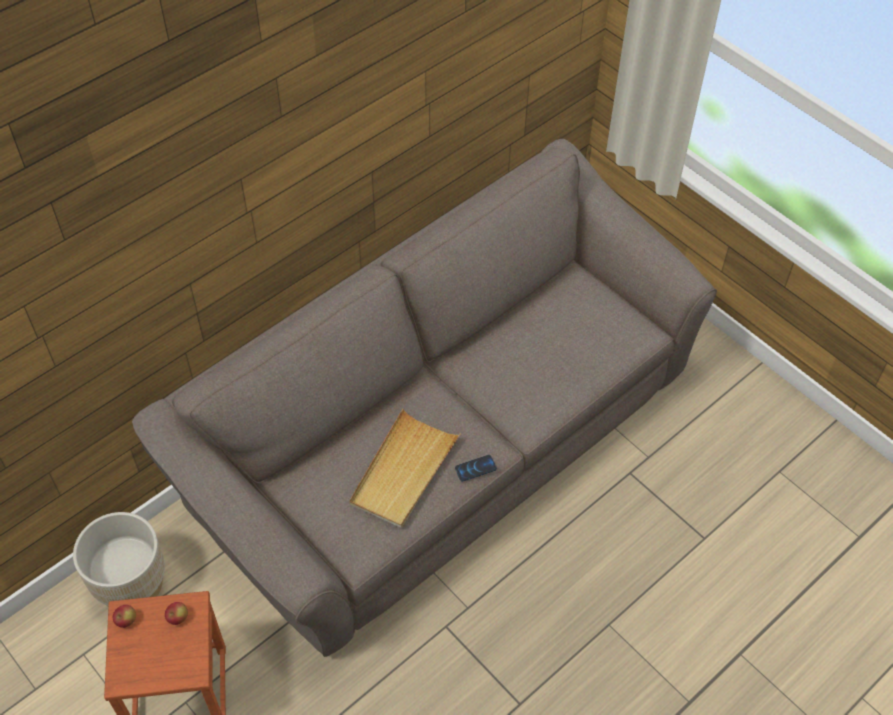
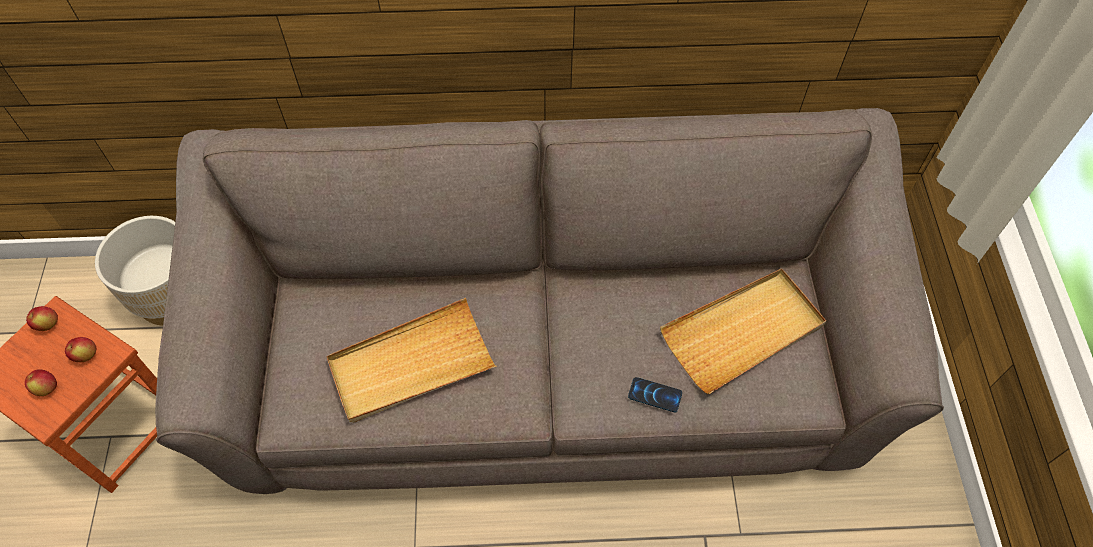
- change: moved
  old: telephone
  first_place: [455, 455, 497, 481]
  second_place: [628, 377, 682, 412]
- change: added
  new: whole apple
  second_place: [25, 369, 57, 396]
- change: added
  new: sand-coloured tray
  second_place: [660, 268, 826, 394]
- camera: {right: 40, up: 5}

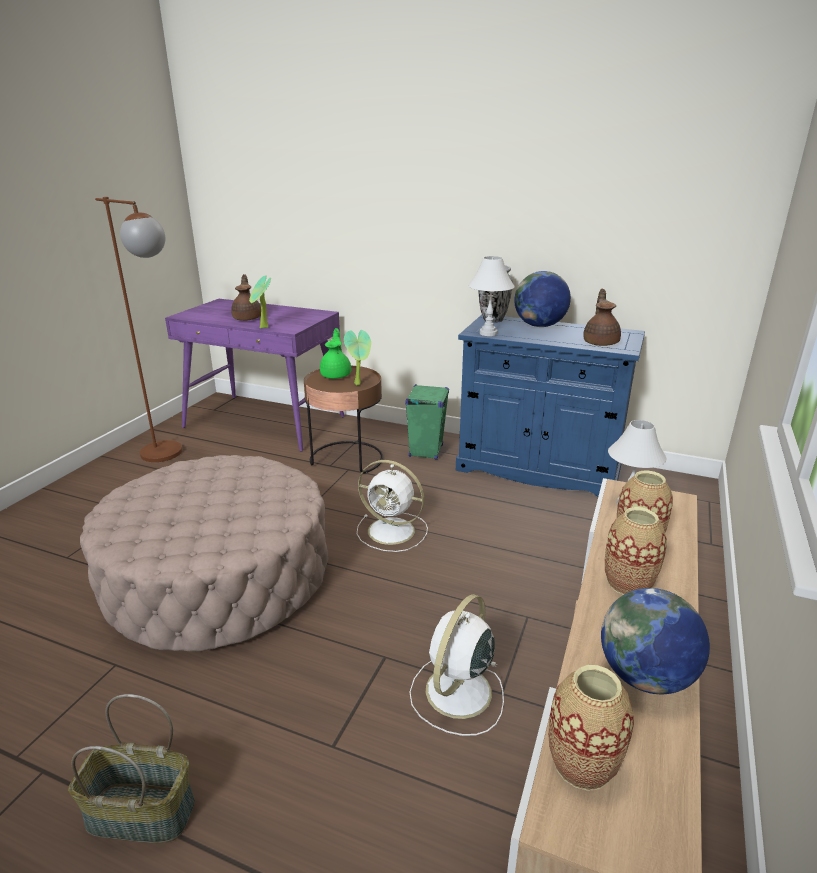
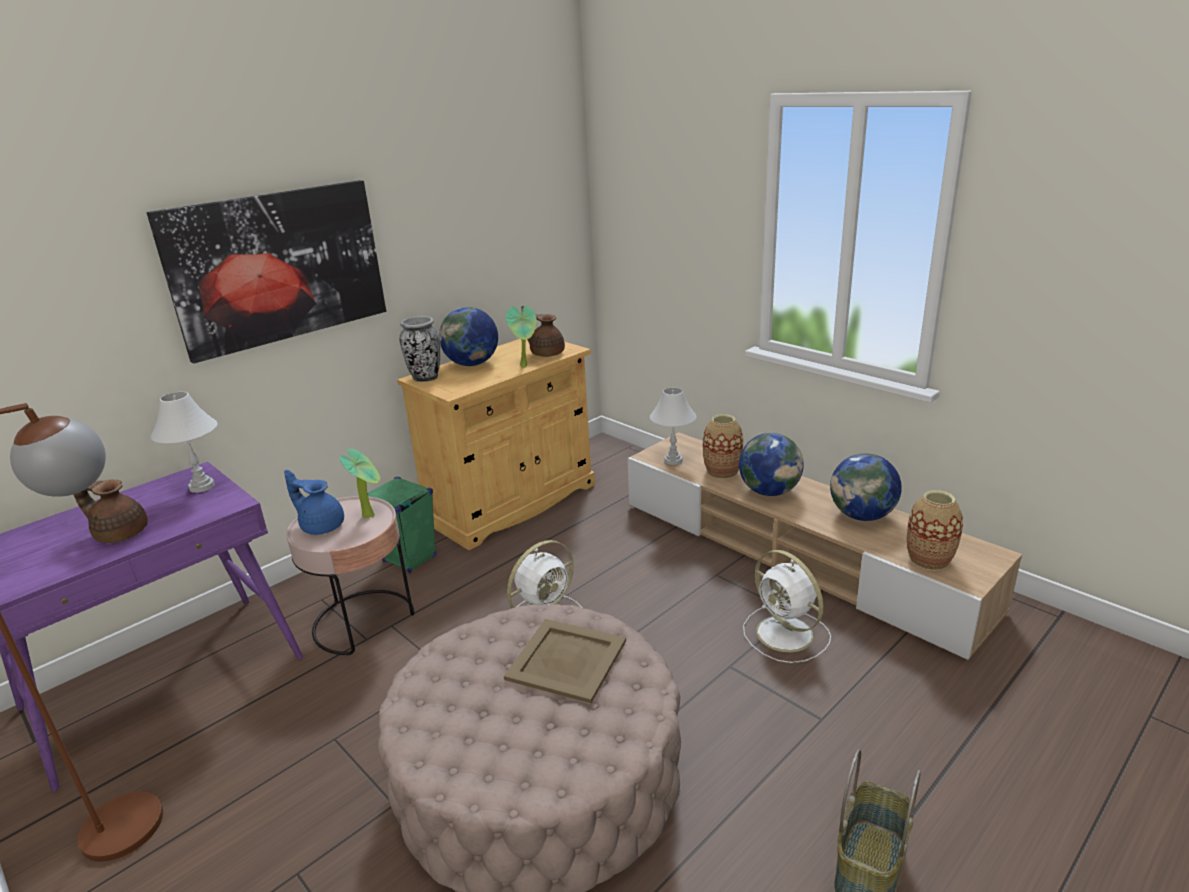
- change: moved
  old: plant in a pot
  first_place: [249, 275, 271, 329]
  second_place: [506, 305, 537, 368]
- change: recoloured
  old: brownish side table
  new: pinkish side table
  first_place: [304, 366, 383, 473]
  second_place: [286, 496, 415, 656]
- change: recoloured
  old: green pot for tea
  new: bluish pot for tea
  first_place: [320, 328, 351, 379]
  second_place: [284, 470, 344, 535]
- change: recoloured
  old: bluish cupboard
  new: sand-coloured cupboard
  first_place: [456, 315, 645, 497]
  second_place: [397, 339, 595, 550]
- change: moved
  old: white-coloured table lamp
  first_place: [468, 256, 515, 336]
  second_place: [151, 392, 218, 493]
- change: replaced
  old: vase
  new: desk globe
  first_place: [605, 507, 667, 595]
  second_place: [739, 433, 804, 496]
- change: added
  new: wall picture
  second_place: [147, 180, 386, 363]
- change: added
  new: sand-coloured tray
  second_place: [504, 619, 626, 703]
- camera: {right: -65, up: 0}

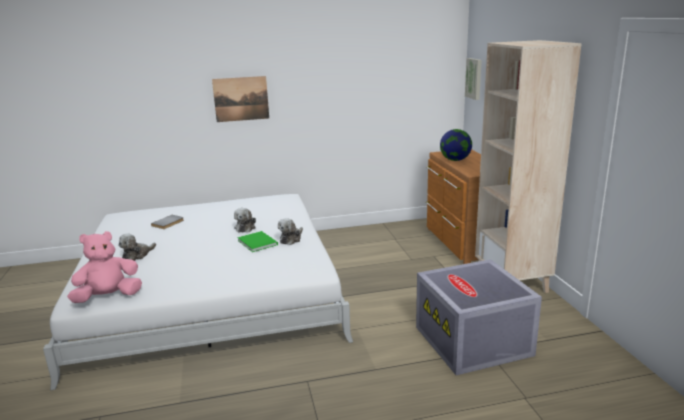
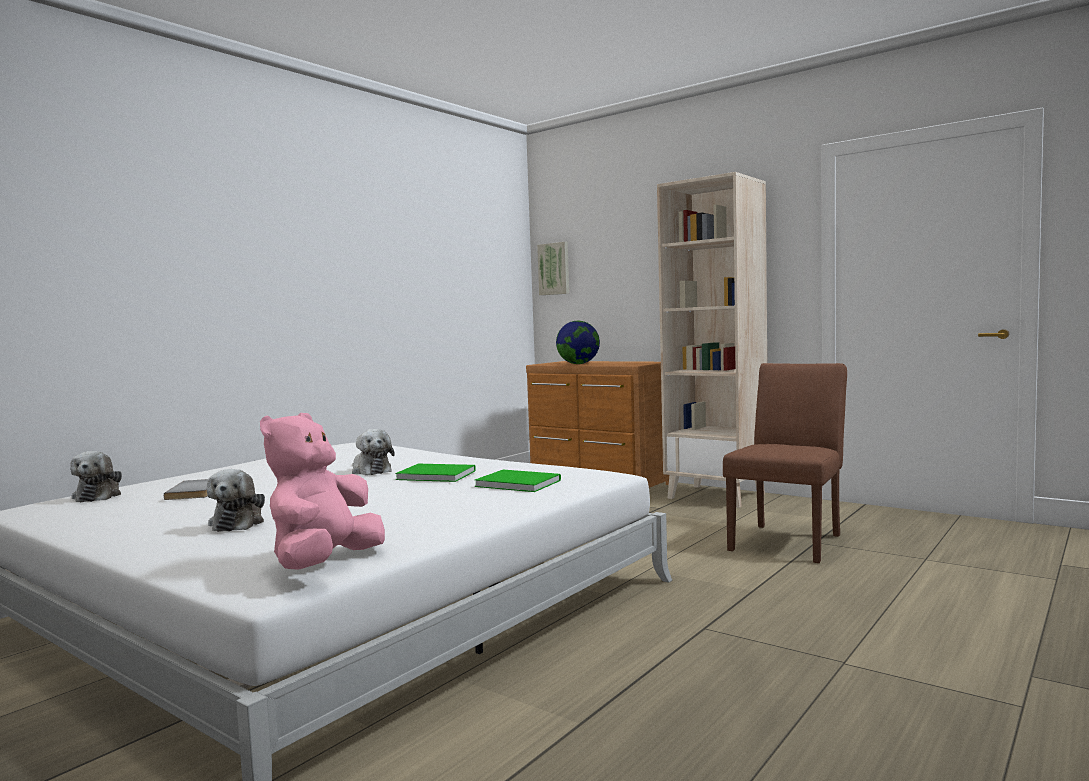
- change: removed
  old: wall picture
  first_place: [212, 76, 269, 122]
- change: moved
  old: cuddly toy
  first_place: [278, 218, 303, 245]
  second_place: [70, 451, 122, 502]
- change: replaced
  old: greyish storage container
  new: brownish plain chair
  first_place: [416, 259, 542, 375]
  second_place: [723, 363, 847, 563]
- change: added
  new: green book
  second_place: [475, 470, 561, 492]
- camera: {right: -40, up: -15}

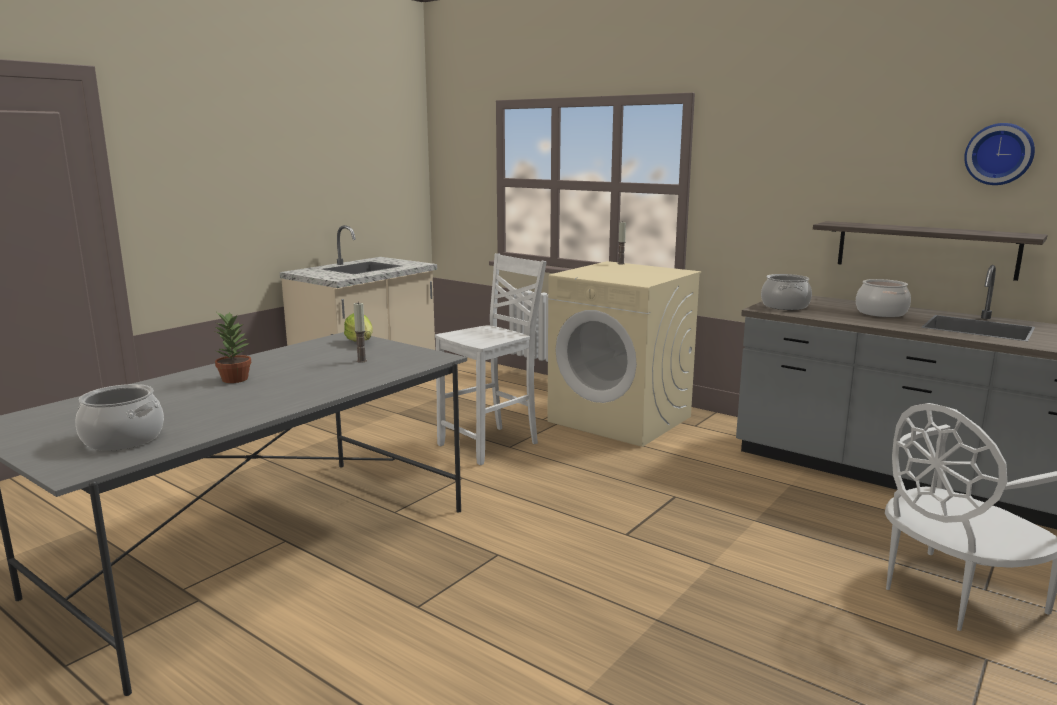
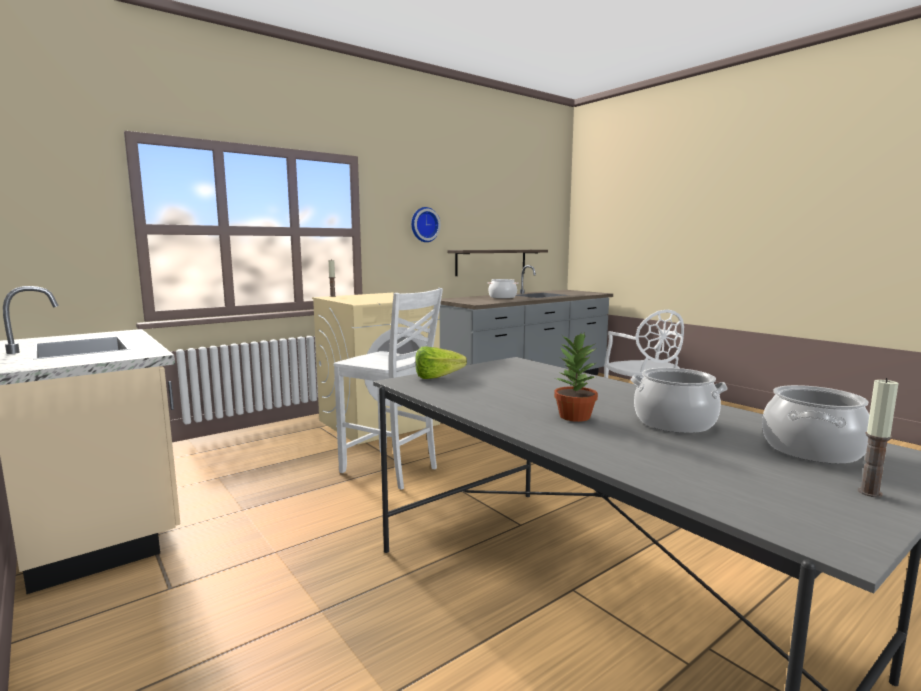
- change: moved
  old: wax candle
  first_place: [353, 302, 367, 363]
  second_place: [858, 378, 899, 498]
- change: turned
  old: white-coloured plain chair
  first_place: [435, 253, 547, 465]
  second_place: [333, 288, 443, 490]
  degrees: 150
- change: moved
  old: saucepot
  first_place: [761, 274, 812, 310]
  second_place: [631, 368, 728, 433]
- change: moved
  old: clock on the wall
  first_place: [964, 123, 1035, 185]
  second_place: [411, 207, 441, 242]
- camera: {right: -75, up: -5}

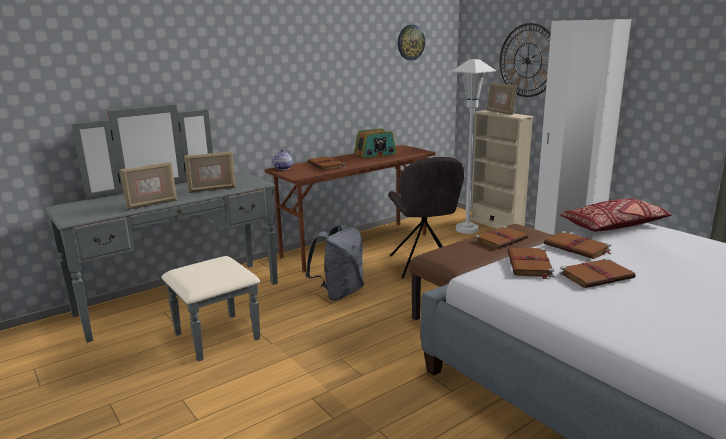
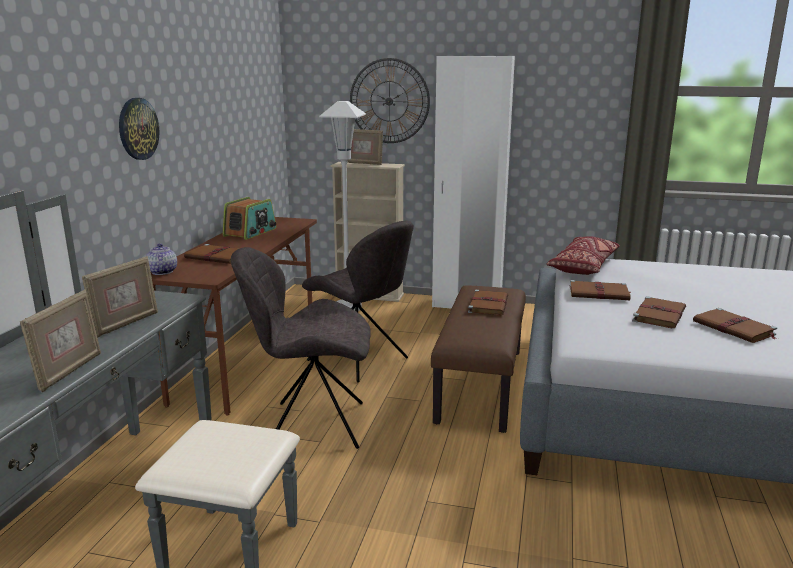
- change: replaced
  old: greyish knapsack
  new: greyish plain chair
  first_place: [305, 226, 364, 301]
  second_place: [231, 247, 371, 449]
- change: moved
  old: clock on the wall
  first_place: [398, 25, 425, 60]
  second_place: [119, 98, 160, 160]
- change: moved
  old: brownish book
  first_place: [508, 247, 554, 279]
  second_place: [693, 308, 778, 343]
- camera: {right: -40, up: 0}

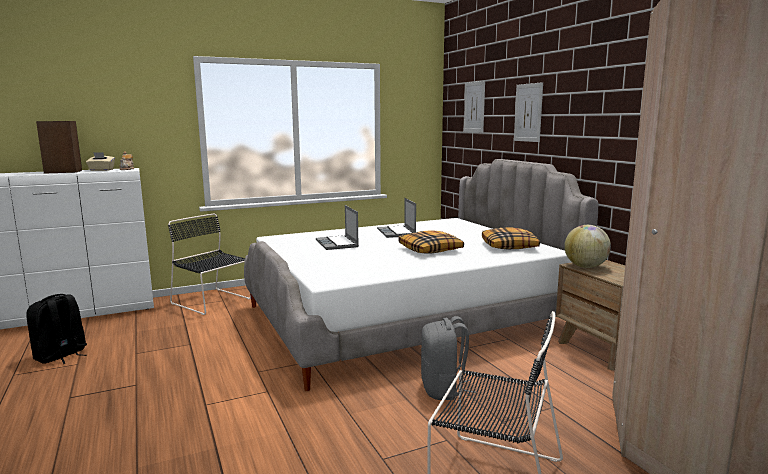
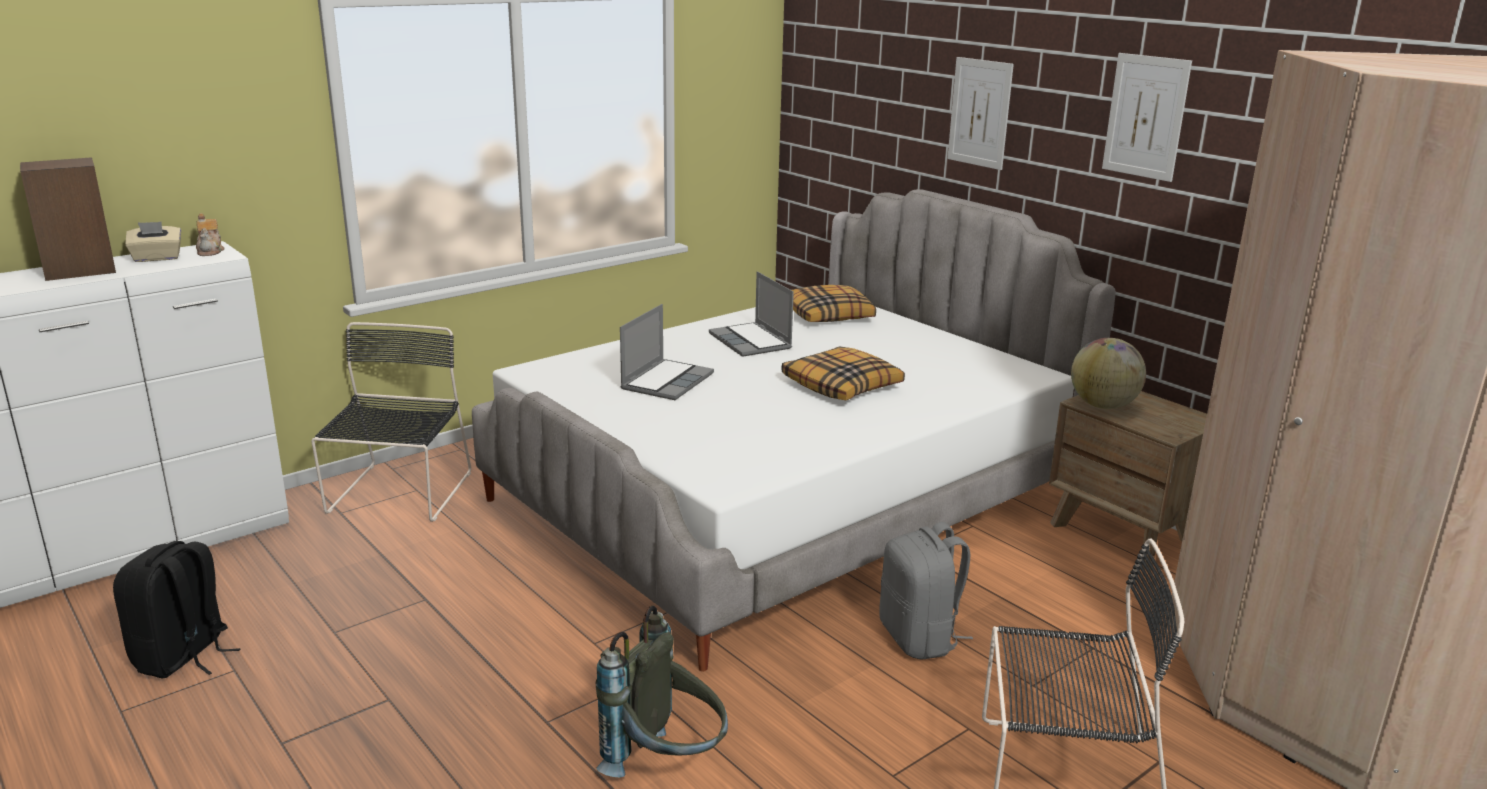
- change: turned
  old: black-coloured plain chair
  first_place: [168, 214, 251, 315]
  second_place: [311, 322, 471, 522]
  degrees: 75
- change: turned
  old: laptop
  first_place: [316, 205, 359, 250]
  second_place: [620, 304, 714, 400]
  degrees: -120
- change: moved
  old: wall picture
  first_place: [464, 81, 485, 133]
  second_place: [1102, 53, 1192, 182]
- change: moved
  old: pillow
  first_place: [482, 228, 540, 249]
  second_place: [792, 285, 876, 322]
- change: added
  new: greyish knapsack
  second_place: [596, 605, 728, 777]
- camera: {right: -15, up: 10}

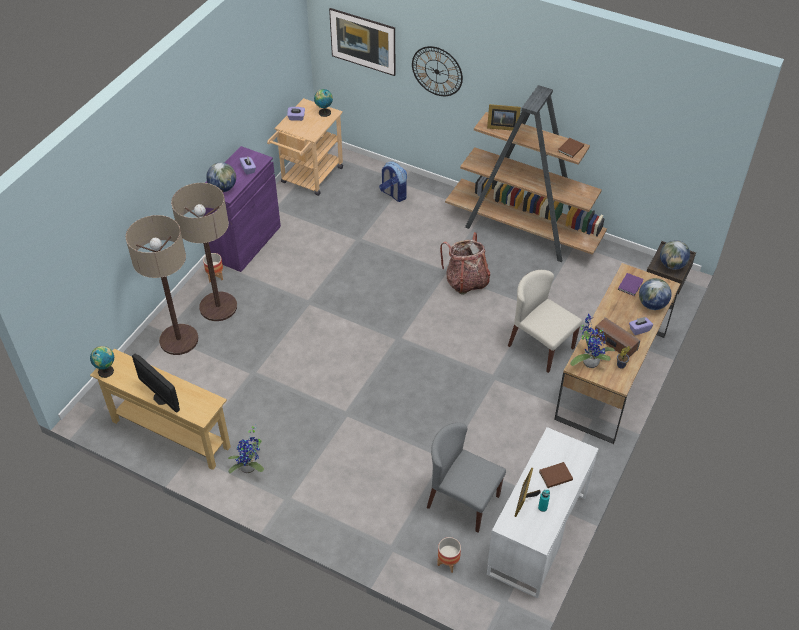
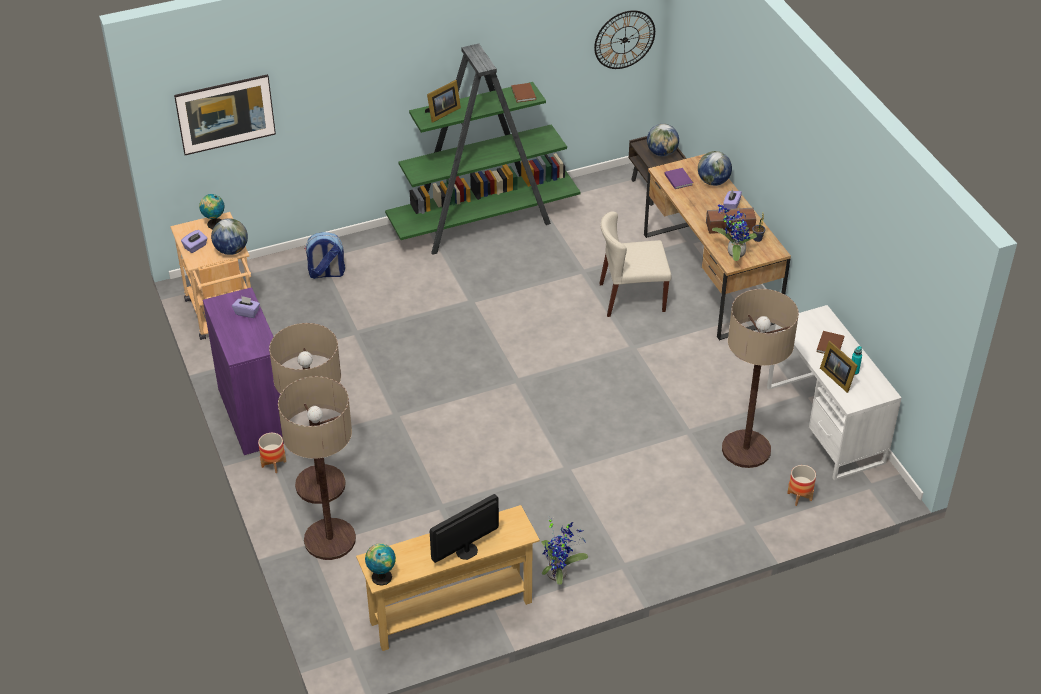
- change: turned
  old: computer display
  first_place: [132, 353, 180, 413]
  second_place: [430, 494, 499, 563]
  degrees: 150
- change: moved
  old: desk globe
  first_place: [206, 162, 236, 192]
  second_place: [211, 218, 248, 255]
- change: moved
  old: clock on the wall
  first_place: [412, 46, 463, 96]
  second_place: [594, 10, 655, 69]
- change: replaced
  old: greyish plain chair
  new: standard lamp
  first_place: [427, 422, 506, 533]
  second_place: [722, 289, 799, 468]
- change: removed
  old: knapsack
  first_place: [440, 232, 490, 295]
- change: recoloured
  old: brownish shelving unit
  new: green shelving unit
  first_place: [445, 85, 607, 262]
  second_place: [385, 43, 581, 255]
- camera: {right: -50, up: -5}

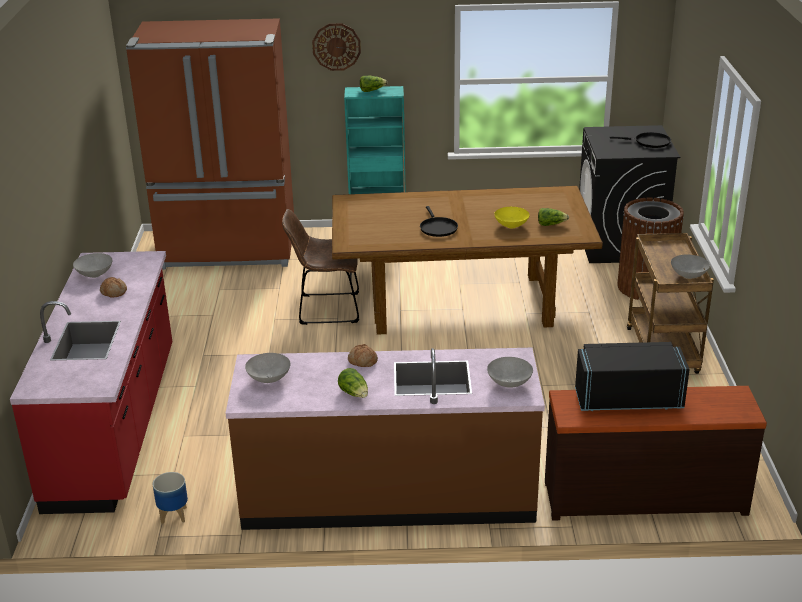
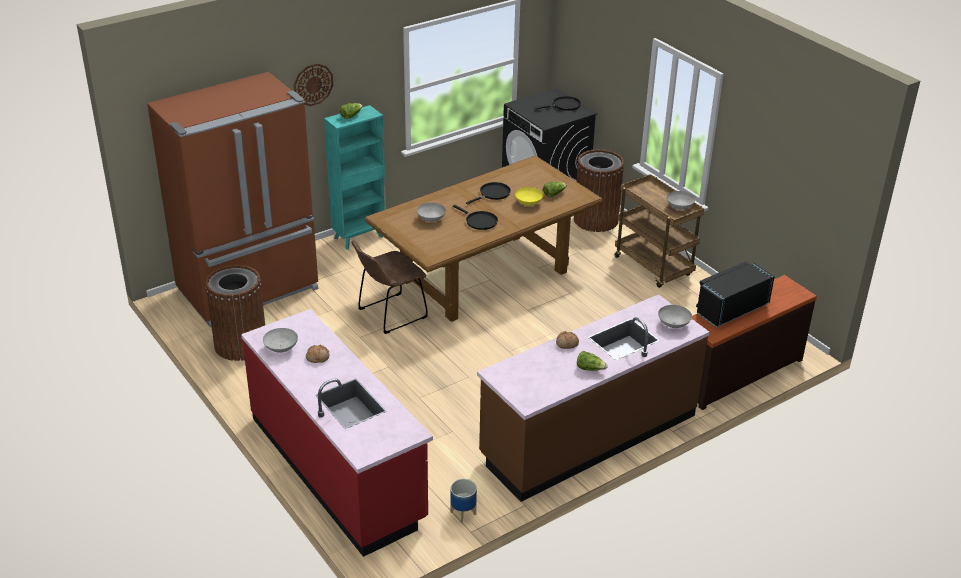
- change: moved
  old: greyish serving bowl
  first_place: [245, 353, 291, 383]
  second_place: [417, 203, 446, 222]
- change: added
  new: brownish trash can
  second_place: [205, 265, 265, 361]
- change: added
  new: black-coloured skillet
  second_place: [466, 182, 511, 205]
- camera: {right: -35, up: 5}

